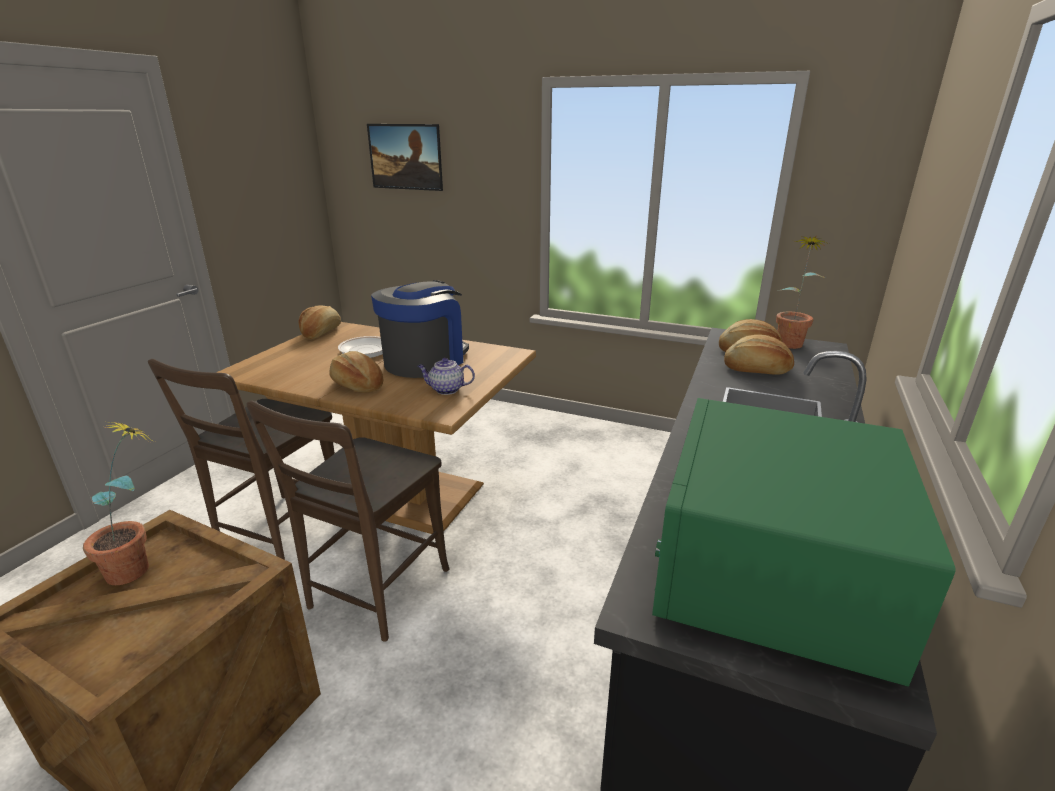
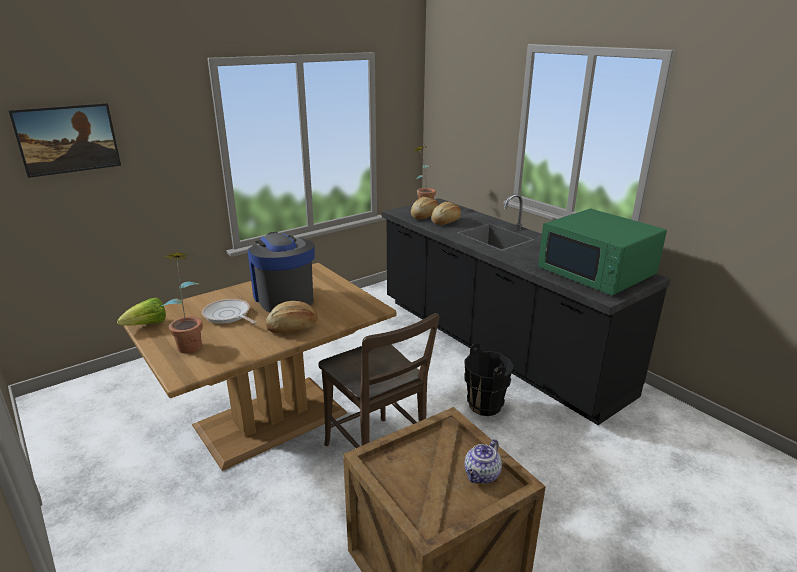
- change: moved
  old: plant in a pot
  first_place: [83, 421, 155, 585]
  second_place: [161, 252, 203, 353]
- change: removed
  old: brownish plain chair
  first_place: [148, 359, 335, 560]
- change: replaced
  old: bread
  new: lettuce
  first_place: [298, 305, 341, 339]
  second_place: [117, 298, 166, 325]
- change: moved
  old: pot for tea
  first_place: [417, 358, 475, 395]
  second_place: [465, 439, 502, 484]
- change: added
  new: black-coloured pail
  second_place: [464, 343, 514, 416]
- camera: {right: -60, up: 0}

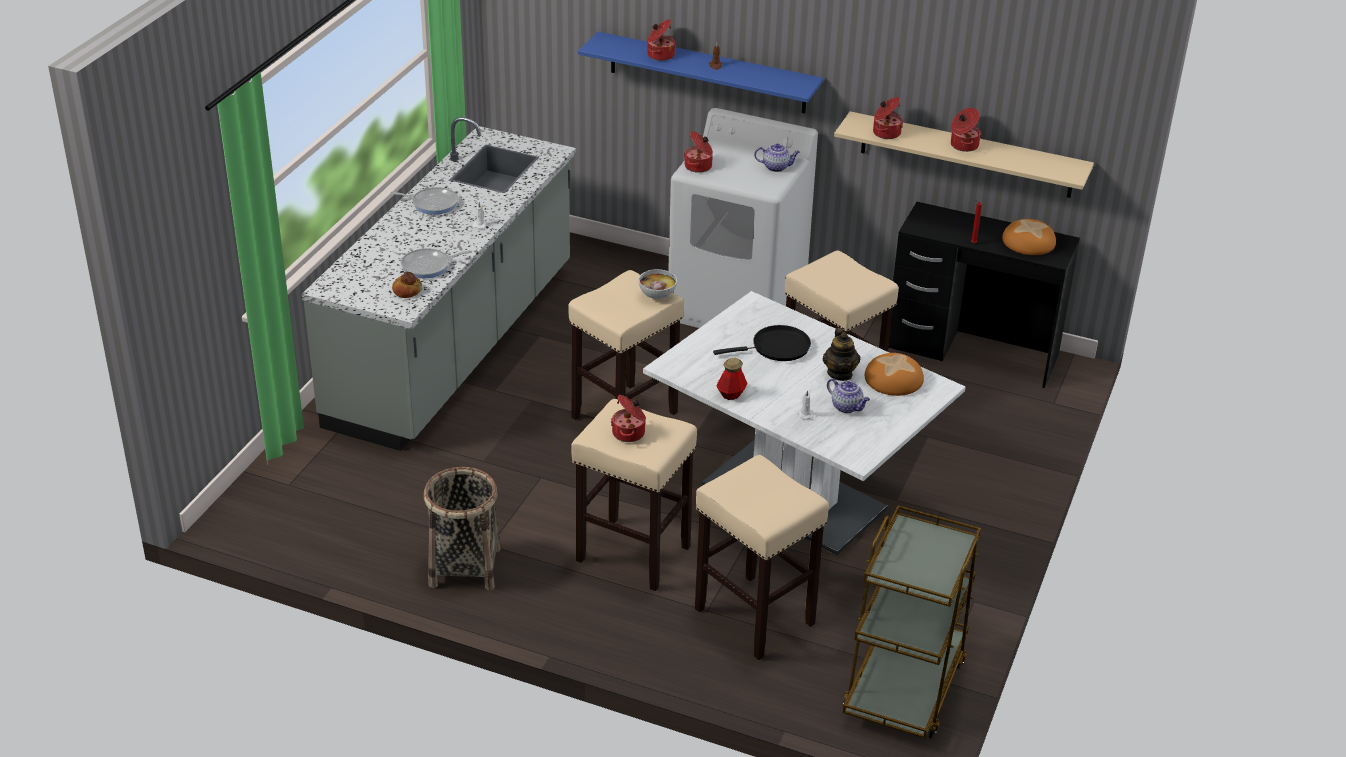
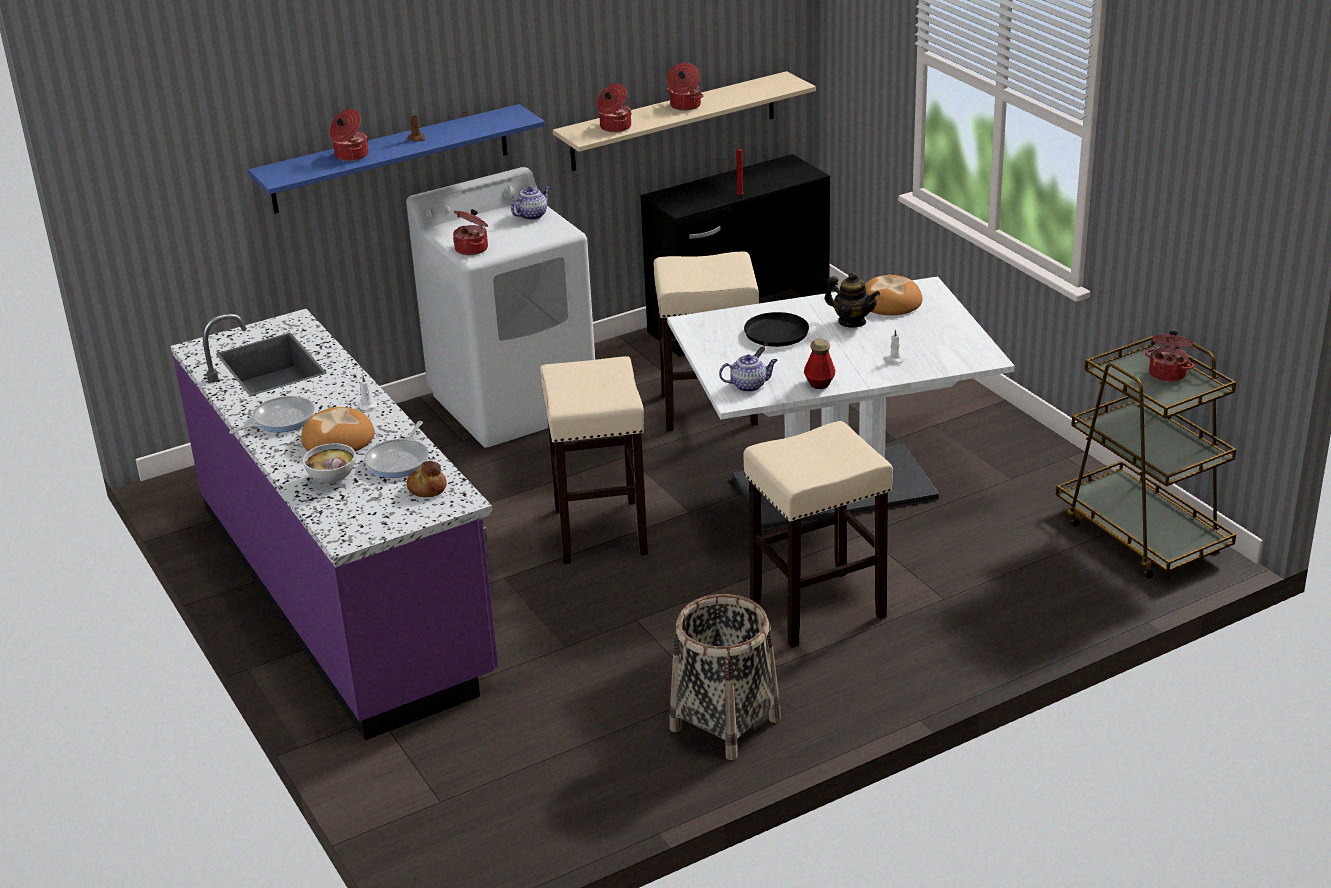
- change: recoloured
  old: greyish counter
  new: purple-coloured counter
  first_place: [302, 117, 576, 451]
  second_place: [171, 309, 498, 740]
- change: moved
  old: saucepot
  first_place: [611, 395, 646, 442]
  second_place: [1145, 331, 1194, 382]
- change: moved
  old: serving bowl
  first_place: [638, 269, 677, 299]
  second_place: [303, 443, 356, 483]
- change: removed
  old: sand-coloured sitting stool
  first_place: [695, 455, 829, 660]
- change: moved
  old: pot for tea
  first_place: [827, 378, 870, 413]
  second_place: [719, 355, 778, 392]
- change: moved
  old: bread
  first_place: [1002, 219, 1056, 255]
  second_place: [301, 407, 374, 451]
- camera: {right: -50, up: -5}

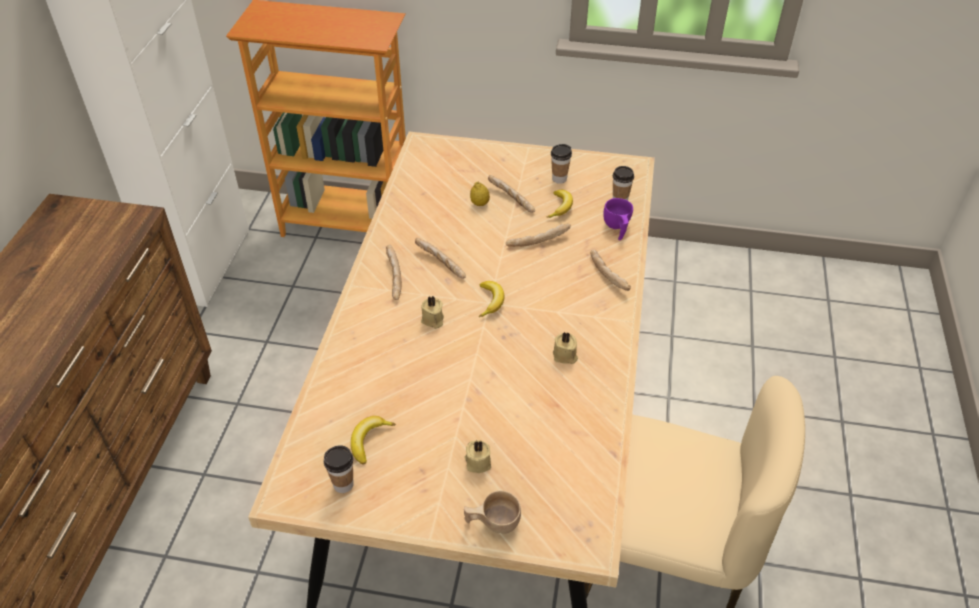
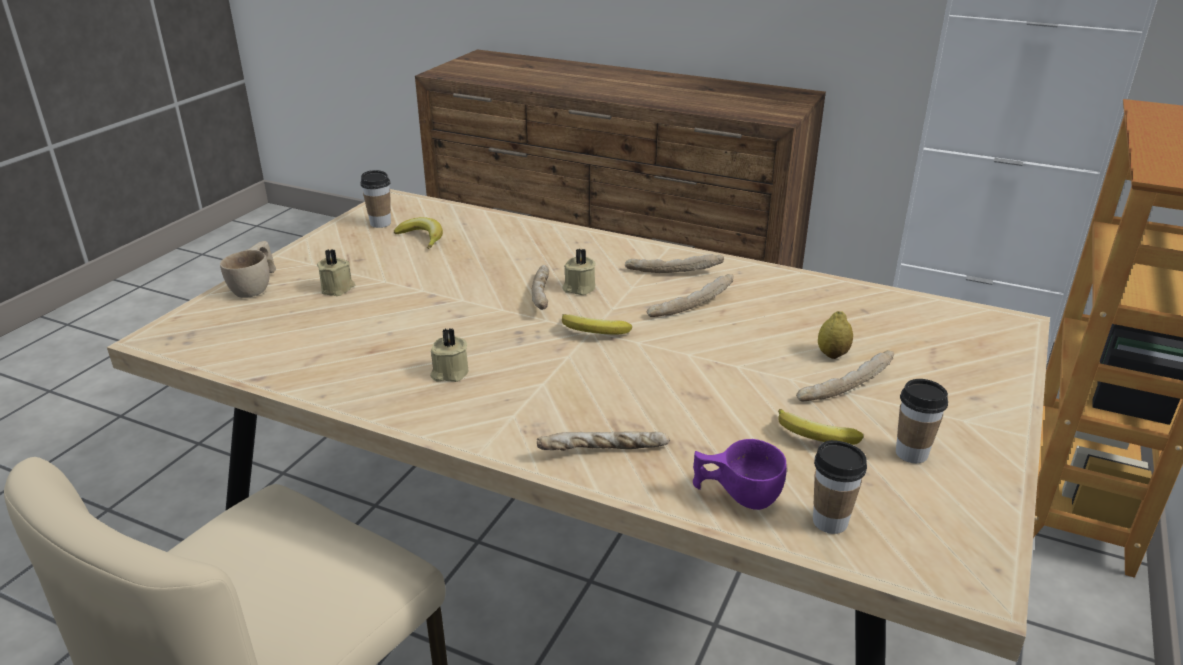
- change: moved
  old: bread
  first_place: [506, 223, 571, 247]
  second_place: [532, 265, 549, 310]
- camera: {right: 105, up: -15}

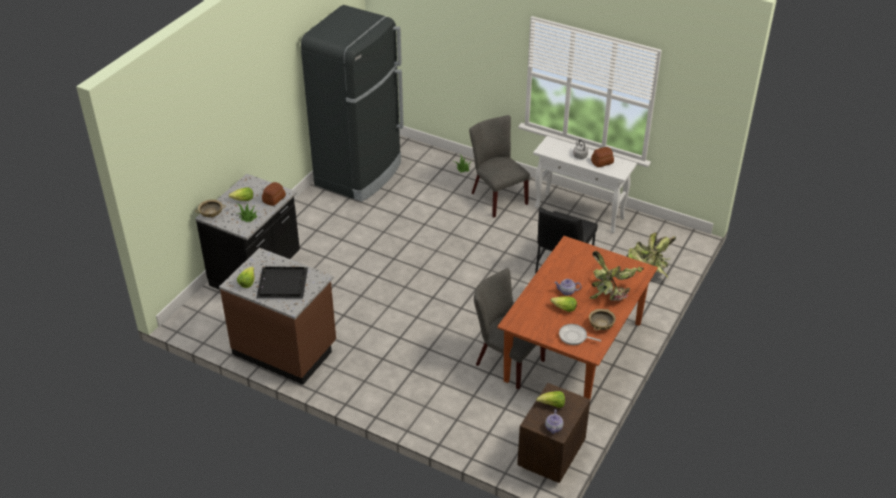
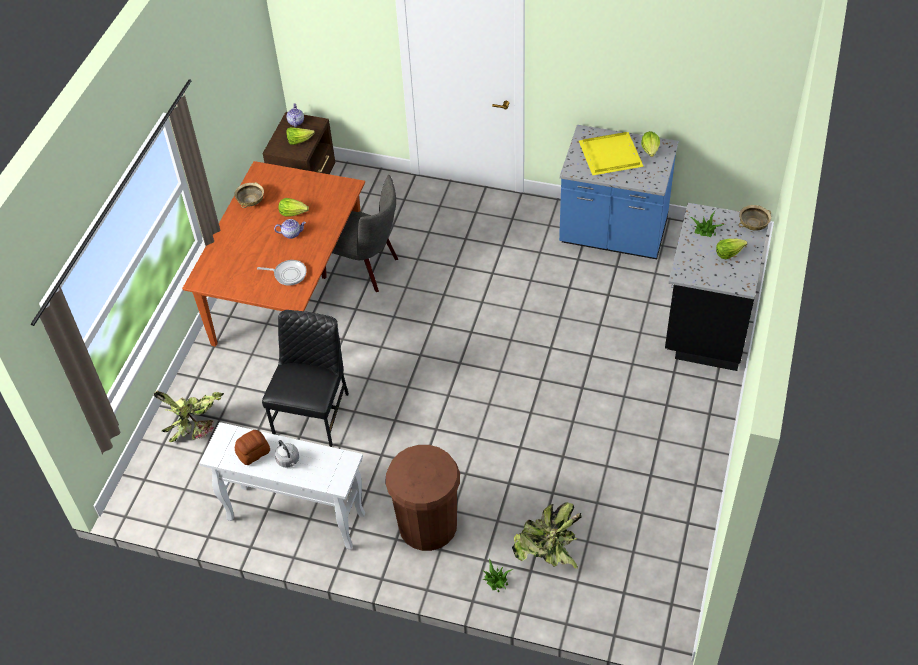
- change: recoloured
  old: brownish counter
  new: bluish counter
  first_place: [219, 248, 336, 385]
  second_place: [559, 125, 679, 259]
- change: recoloured
  old: black-coloured tray
  new: yellow tray
  first_place: [256, 267, 308, 299]
  second_place: [579, 132, 644, 175]
- change: removed
  old: bread
  first_place: [262, 182, 286, 206]
- change: removed
  old: black-coloured fridge
  first_place: [301, 5, 404, 202]
- change: replaced
  old: greyish plain chair
  new: brownish trash can
  first_place: [469, 115, 530, 217]
  second_place: [385, 445, 460, 551]
- change: moved
  old: skillet
  first_place: [559, 324, 601, 345]
  second_place: [257, 260, 307, 286]
- change: moved
  old: plant in a pot
  first_place: [590, 251, 644, 301]
  second_place: [512, 502, 581, 569]
- camera: {right: 170, up: 10}

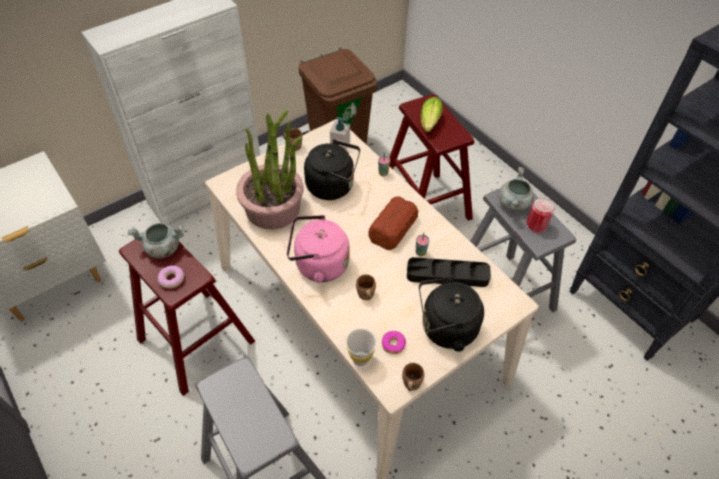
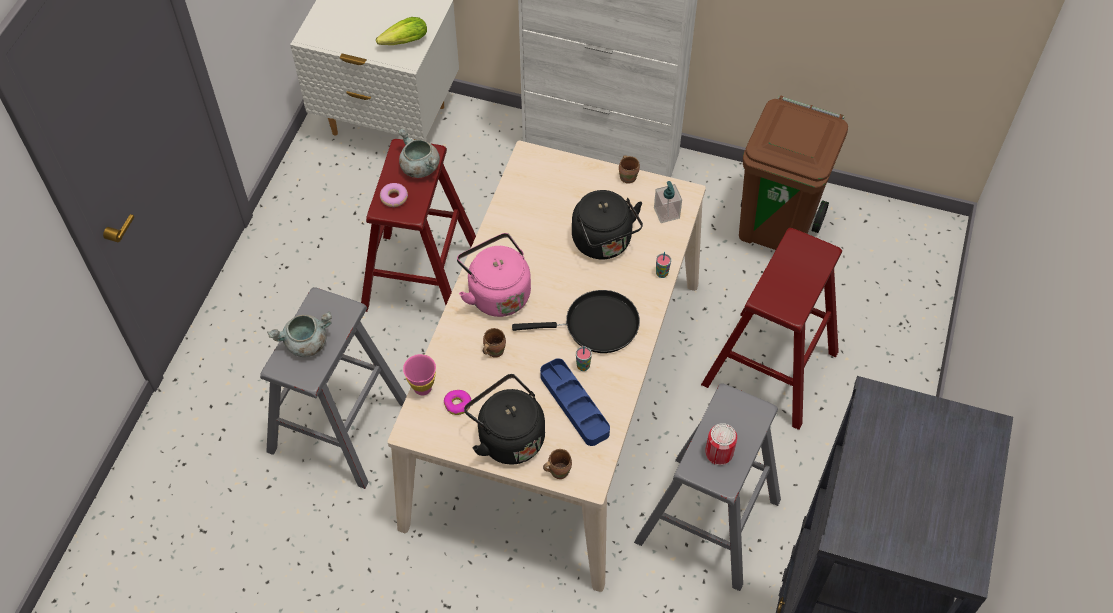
- change: removed
  old: plant in a pot
  first_place: [236, 110, 304, 230]
- change: recoloured
  old: white-coloured cup
  new: pinkish cup
  first_place: [346, 328, 377, 366]
  second_place: [403, 354, 436, 395]
- change: replaced
  old: bread
  new: black-coloured skillet
  first_place: [368, 196, 418, 250]
  second_place: [512, 290, 640, 353]
- change: moved
  old: brownish tea mug
  first_place: [402, 363, 424, 391]
  second_place: [543, 449, 572, 479]
- change: recoloured
  old: black-coloured tray
  new: bluish tray
  first_place: [407, 257, 491, 287]
  second_place: [540, 358, 610, 446]
- change: moved
  old: lettuce
  first_place: [420, 97, 443, 132]
  second_place: [376, 17, 427, 45]
- change: moved
  old: greyish saucepot
  first_place: [499, 167, 534, 211]
  second_place: [267, 311, 332, 357]
- camera: {right: 55, up: 5}

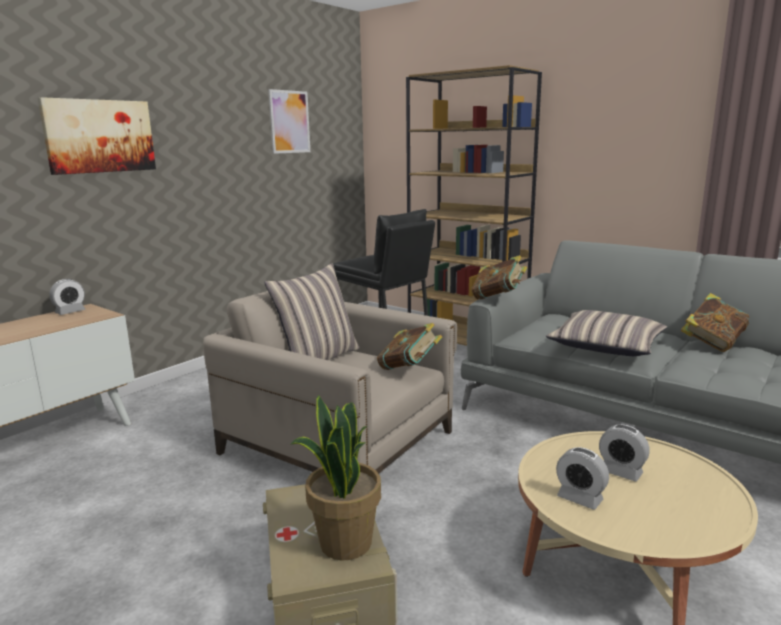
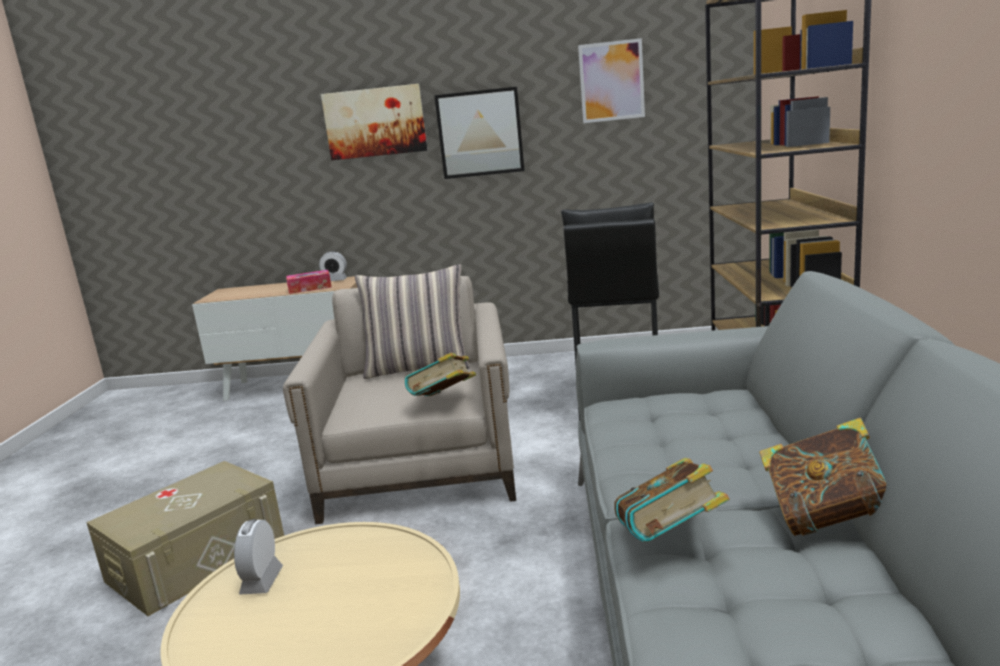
- change: removed
  old: plant in a pot
  first_place: [290, 395, 381, 560]
- change: moved
  old: book
  first_place: [471, 255, 527, 300]
  second_place: [614, 458, 729, 542]
- change: removed
  old: pillow
  first_place: [546, 310, 667, 356]
- change: removed
  old: alarm clock
  first_place: [599, 424, 650, 482]
- change: added
  new: tissue holder
  second_place: [286, 270, 332, 294]
- change: added
  new: wall picture
  second_place: [434, 87, 525, 179]
- camera: {right: 55, up: 0}

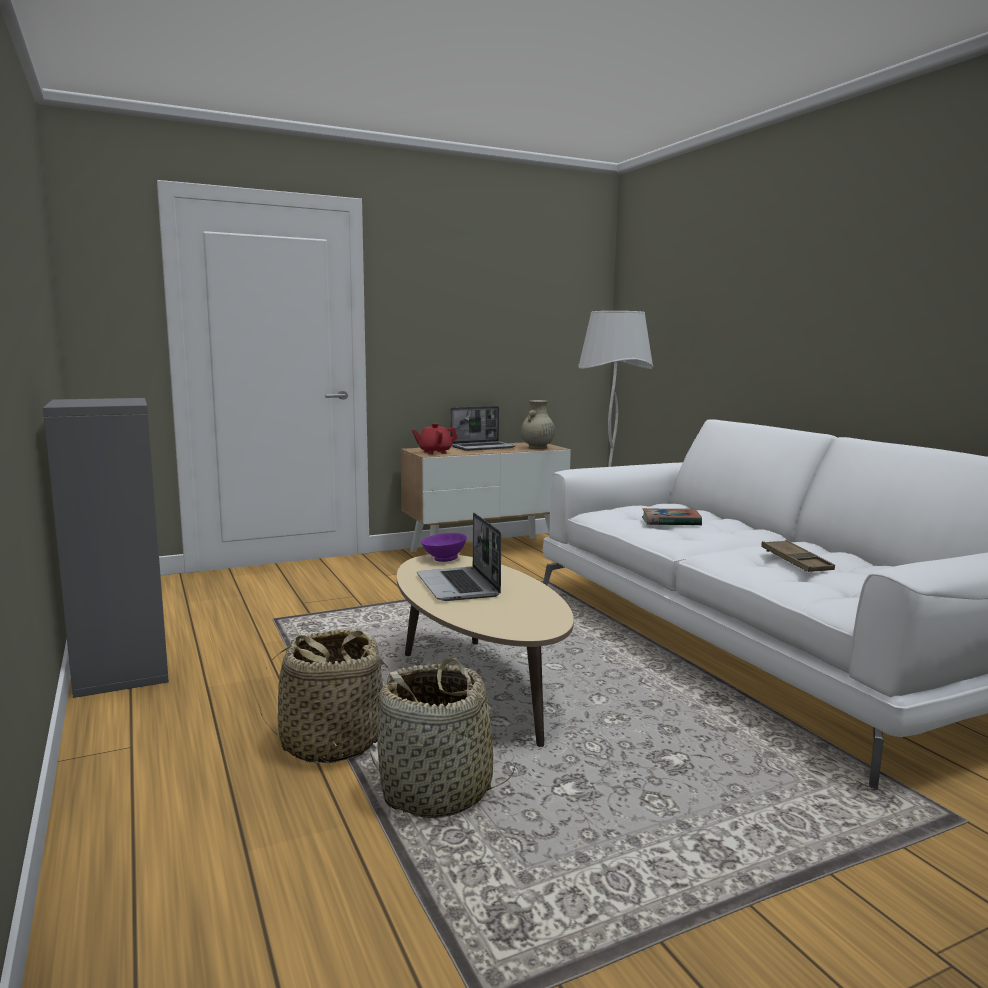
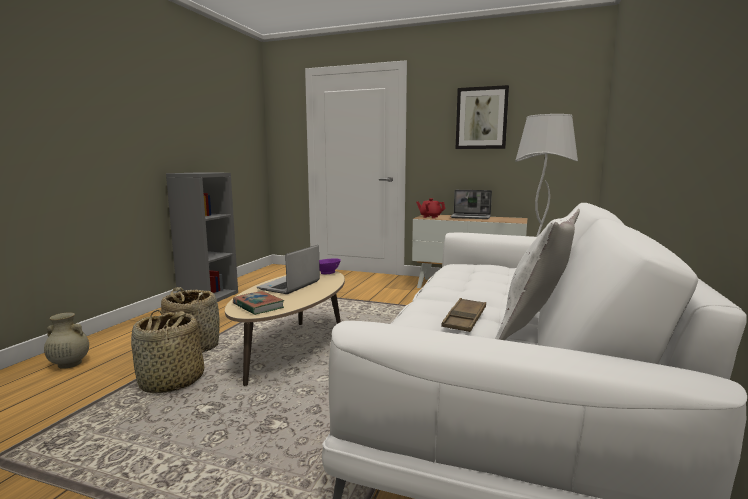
- change: moved
  old: sand-coloured vase
  first_place: [521, 400, 555, 449]
  second_place: [44, 312, 89, 369]
- change: moved
  old: book
  first_place: [642, 508, 702, 526]
  second_place: [233, 291, 284, 315]
- change: added
  new: wall picture
  second_place: [456, 85, 509, 149]
- change: added
  new: white-coloured pillow
  second_place: [495, 208, 580, 340]
- camera: {right: 45, up: 0}

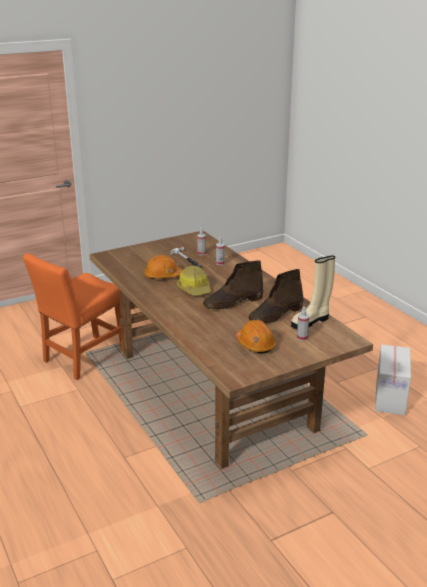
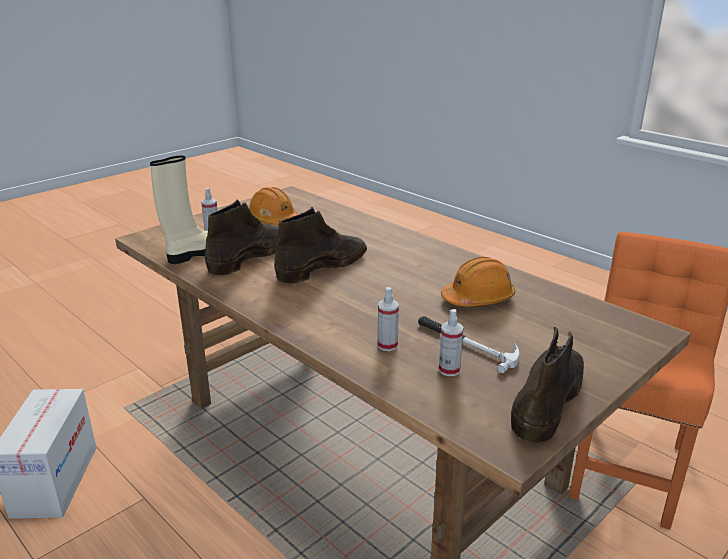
- change: removed
  old: hard hat
  first_place: [177, 266, 211, 295]
- change: added
  new: brownish tall boot
  second_place: [511, 327, 584, 443]
- camera: {right: 165, up: 0}

